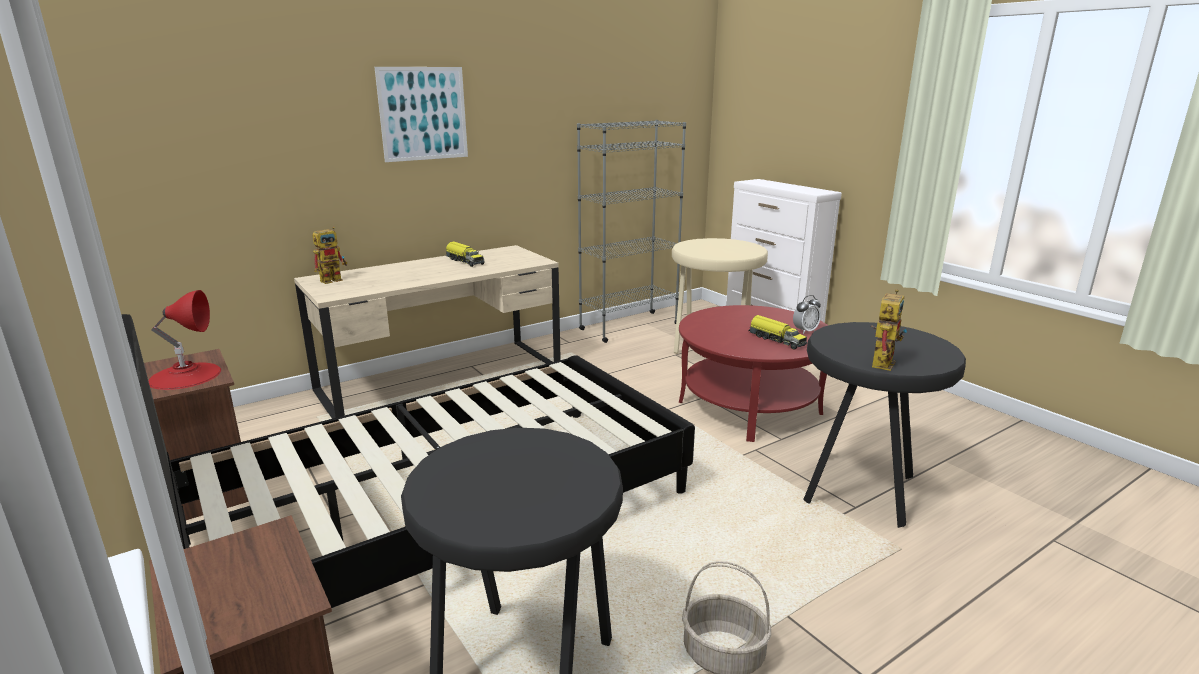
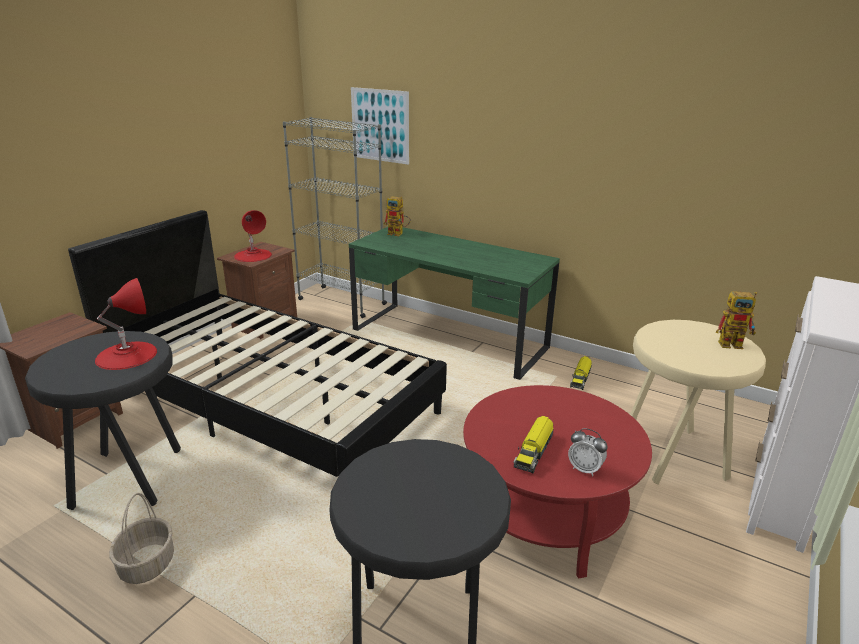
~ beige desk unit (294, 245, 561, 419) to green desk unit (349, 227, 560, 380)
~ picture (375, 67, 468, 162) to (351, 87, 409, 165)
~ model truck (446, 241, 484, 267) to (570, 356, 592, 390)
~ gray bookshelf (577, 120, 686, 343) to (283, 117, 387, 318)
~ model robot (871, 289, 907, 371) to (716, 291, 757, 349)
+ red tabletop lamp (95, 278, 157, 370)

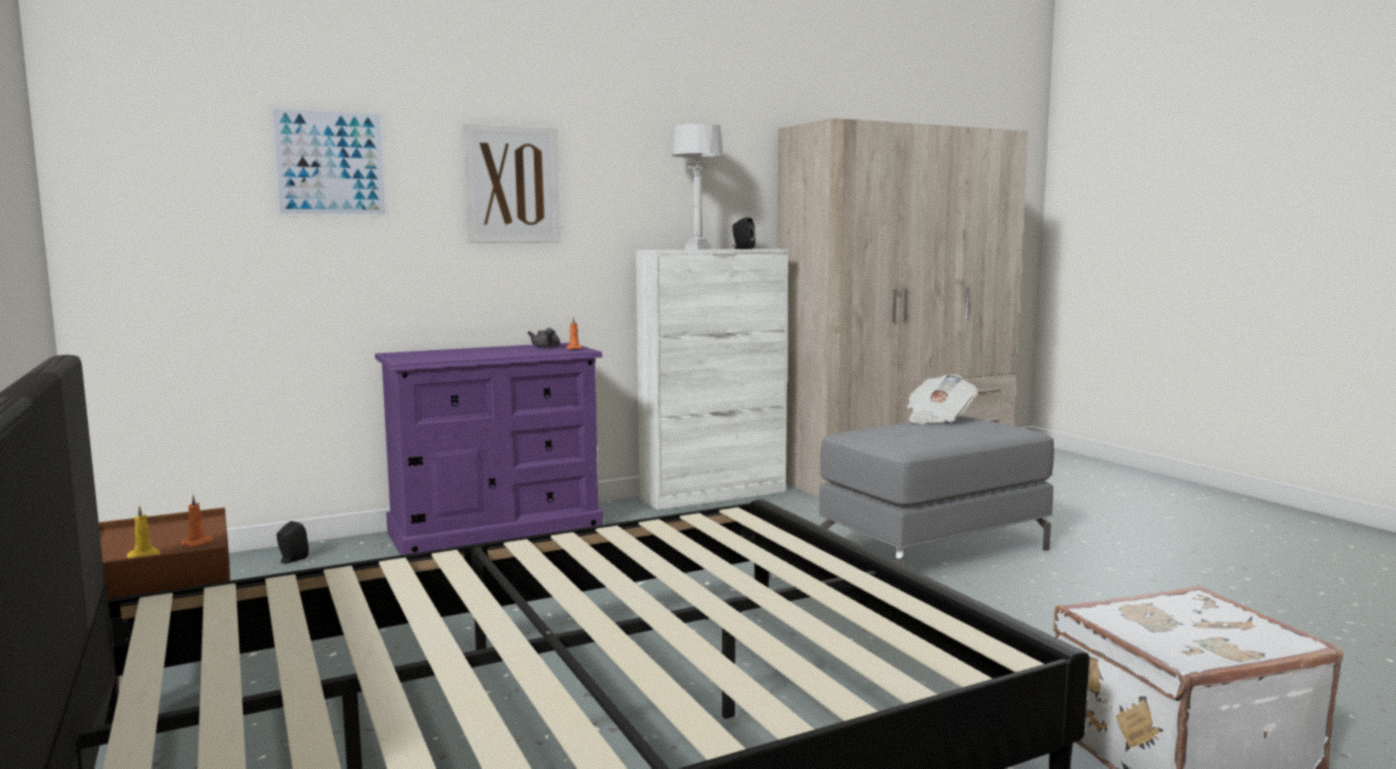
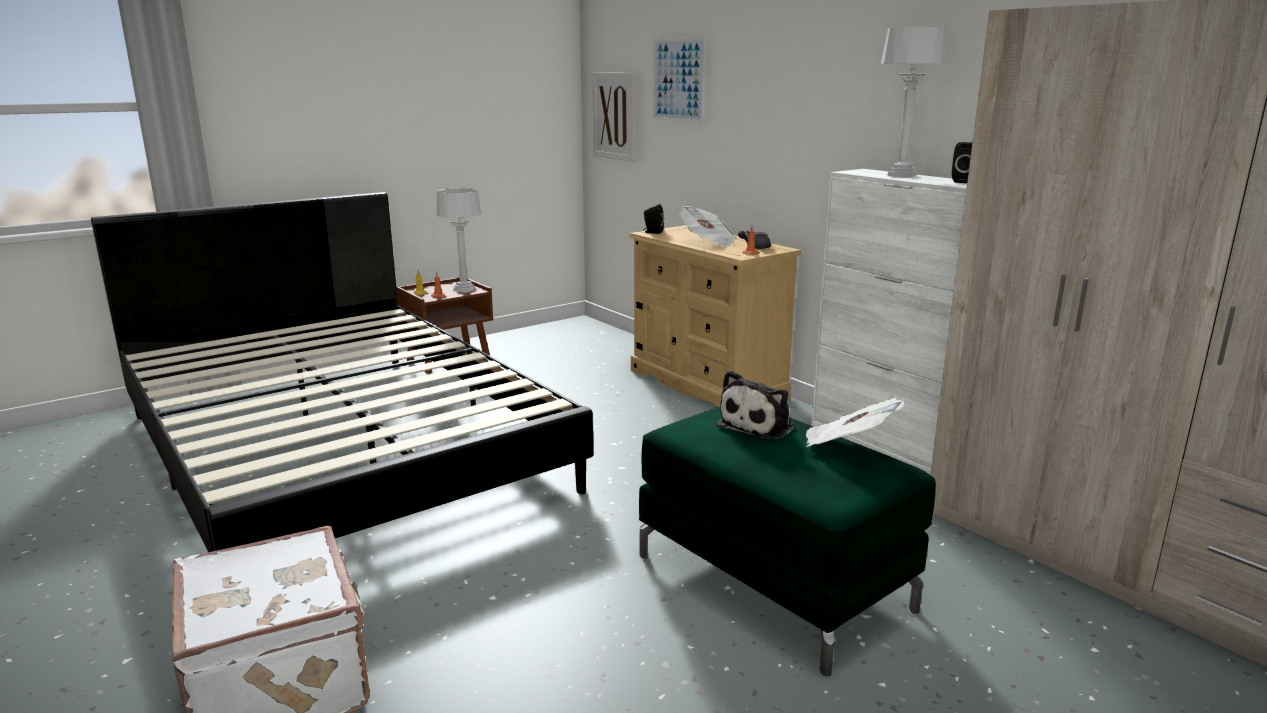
~ black speaker (276, 521, 309, 564) to (644, 204, 664, 234)
~ purple-coloured drawer chest (375, 343, 603, 555) to beige drawer chest (629, 225, 801, 407)
~ picture (463, 123, 561, 243) to (592, 73, 635, 162)
~ gray ottoman (819, 416, 1054, 566) to green ottoman (639, 407, 936, 676)
+ gray tabletop lamp (437, 188, 481, 293)
+ daily paper (679, 206, 737, 248)
+ cuddly toy (717, 370, 795, 440)

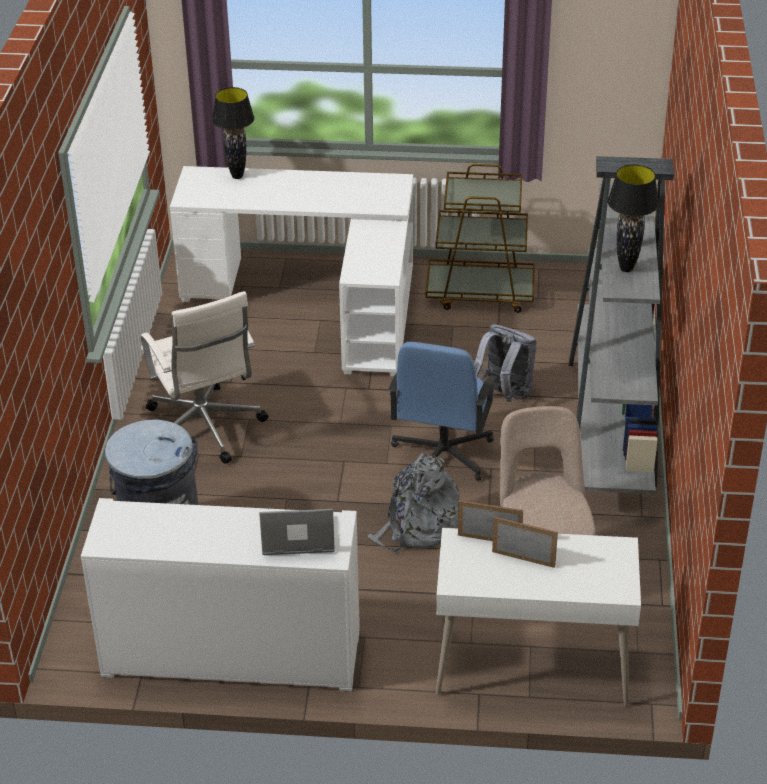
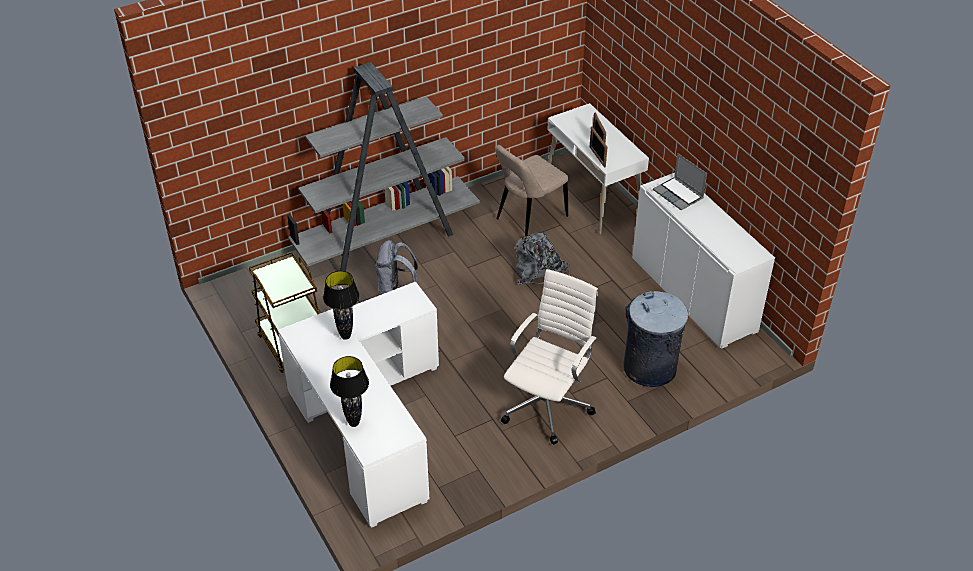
- blue-coloured computer chair (389, 342, 497, 481)
~ black tabletop lamp (608, 164, 659, 272) to (323, 271, 360, 340)

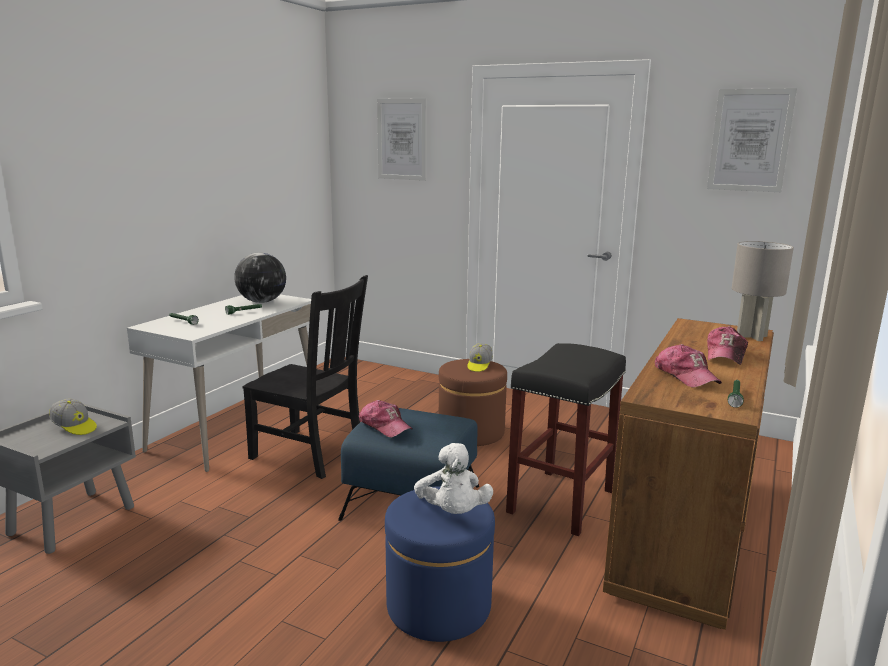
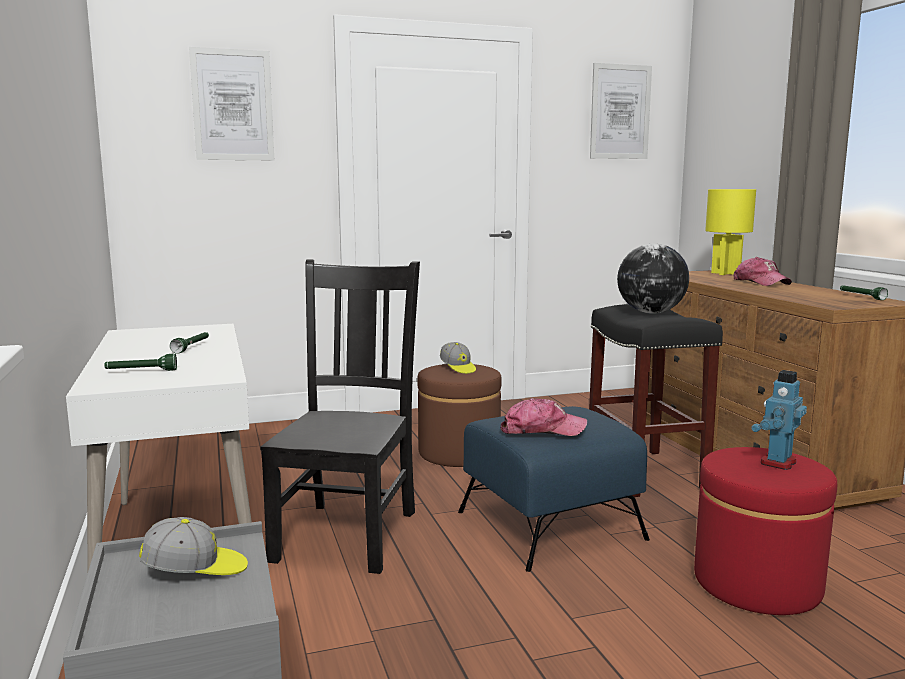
~ desk globe (234, 252, 286, 303) to (617, 244, 689, 314)
~ black upright chair (242, 275, 368, 479) = (260, 259, 420, 574) 60 degrees counterclockwise
~ blue-coloured ottoman (385, 487, 495, 642) to red ottoman (694, 447, 837, 615)
~ white cuddly toy (414, 443, 493, 514) to model robot (751, 370, 807, 470)
- baseball cap (655, 344, 722, 388)
~ gray tabletop lamp (731, 241, 794, 341) to yellow tabletop lamp (705, 189, 756, 275)

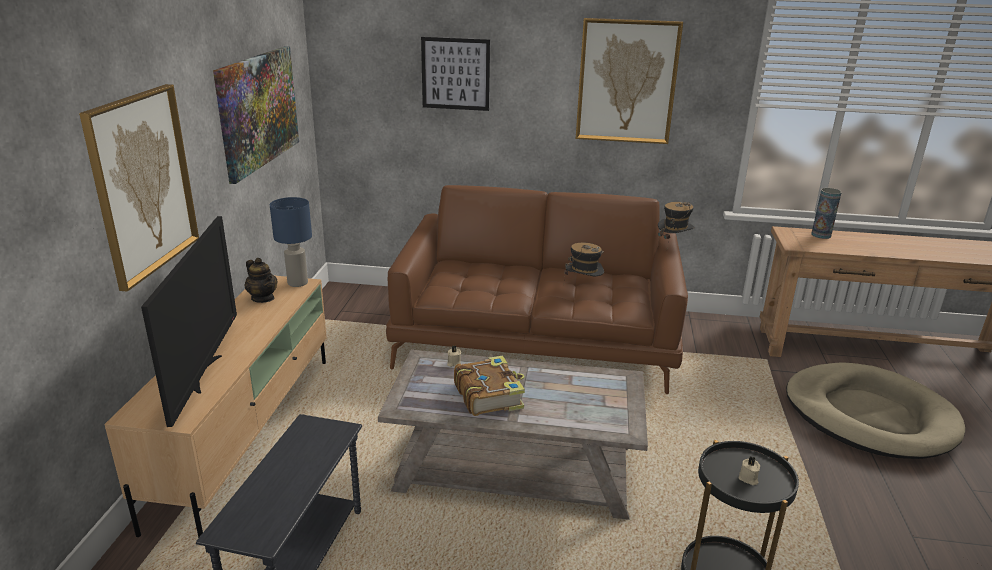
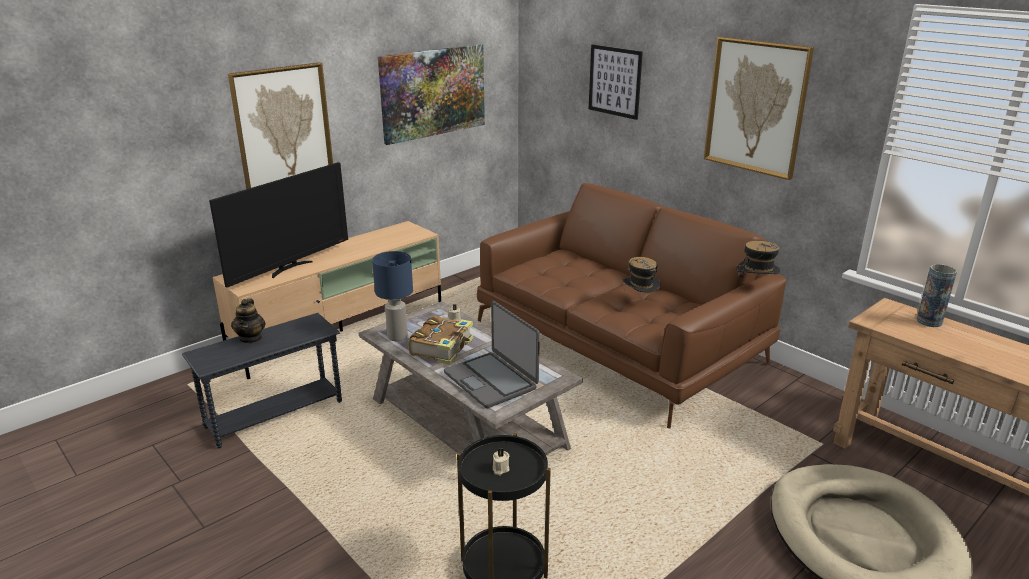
~ pot for tea (244, 258, 277, 303) to (231, 298, 265, 343)
~ blue-coloured tabletop lamp (270, 197, 312, 287) to (372, 251, 413, 341)
+ laptop (444, 301, 540, 408)

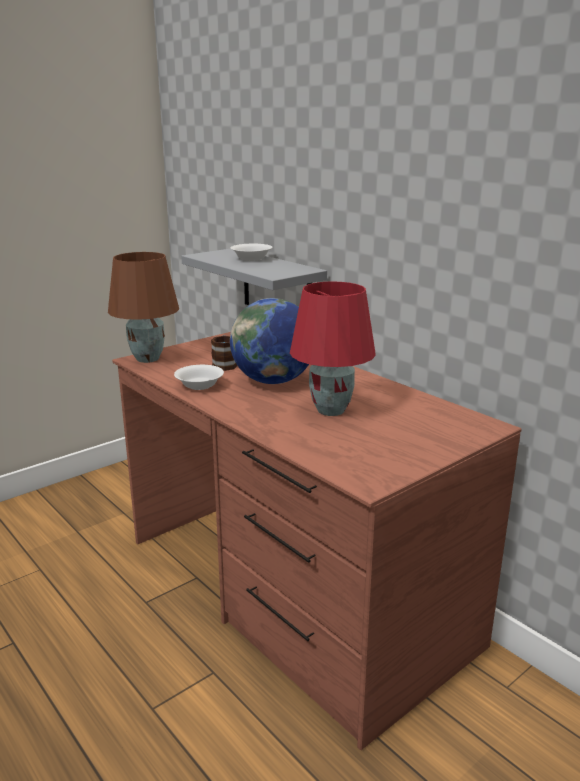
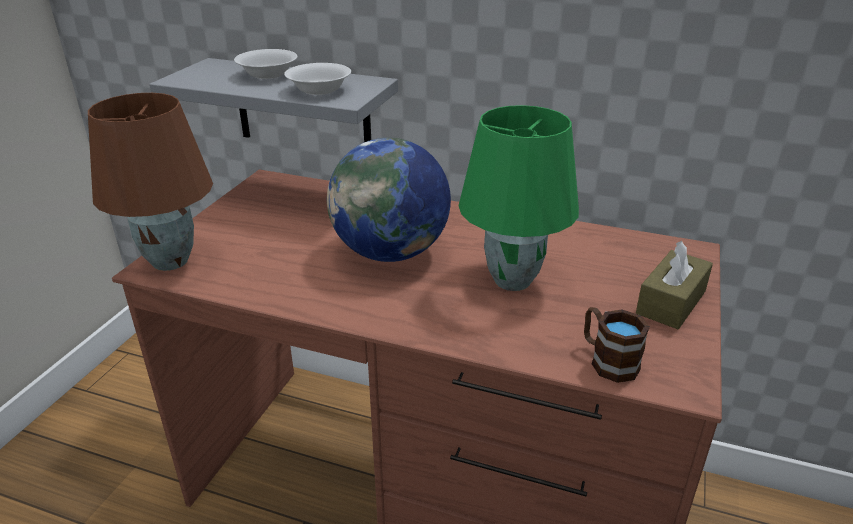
~ white bowl (174, 365, 224, 390) to (284, 63, 351, 95)
~ brown-coloured tea mug (211, 335, 237, 371) to (584, 307, 650, 383)
~ red tabletop lamp (290, 281, 376, 416) to green tabletop lamp (459, 105, 579, 291)
+ brown-coloured tissue holder (636, 241, 713, 329)

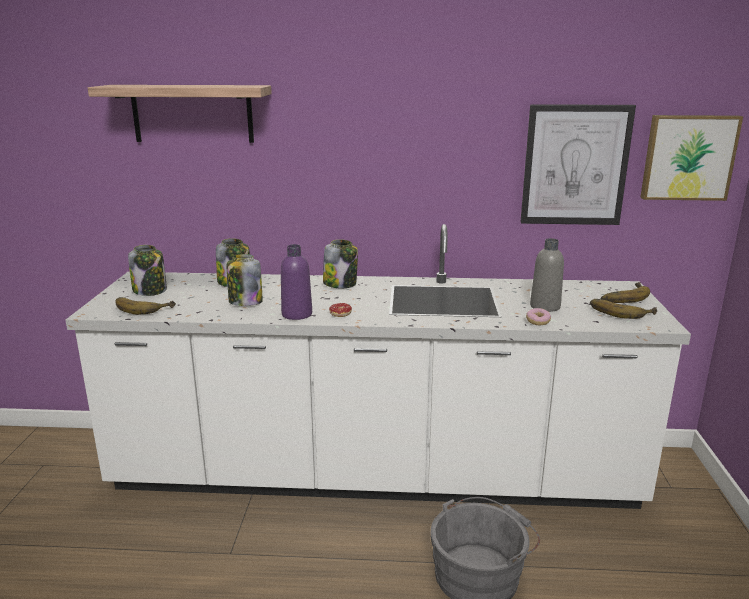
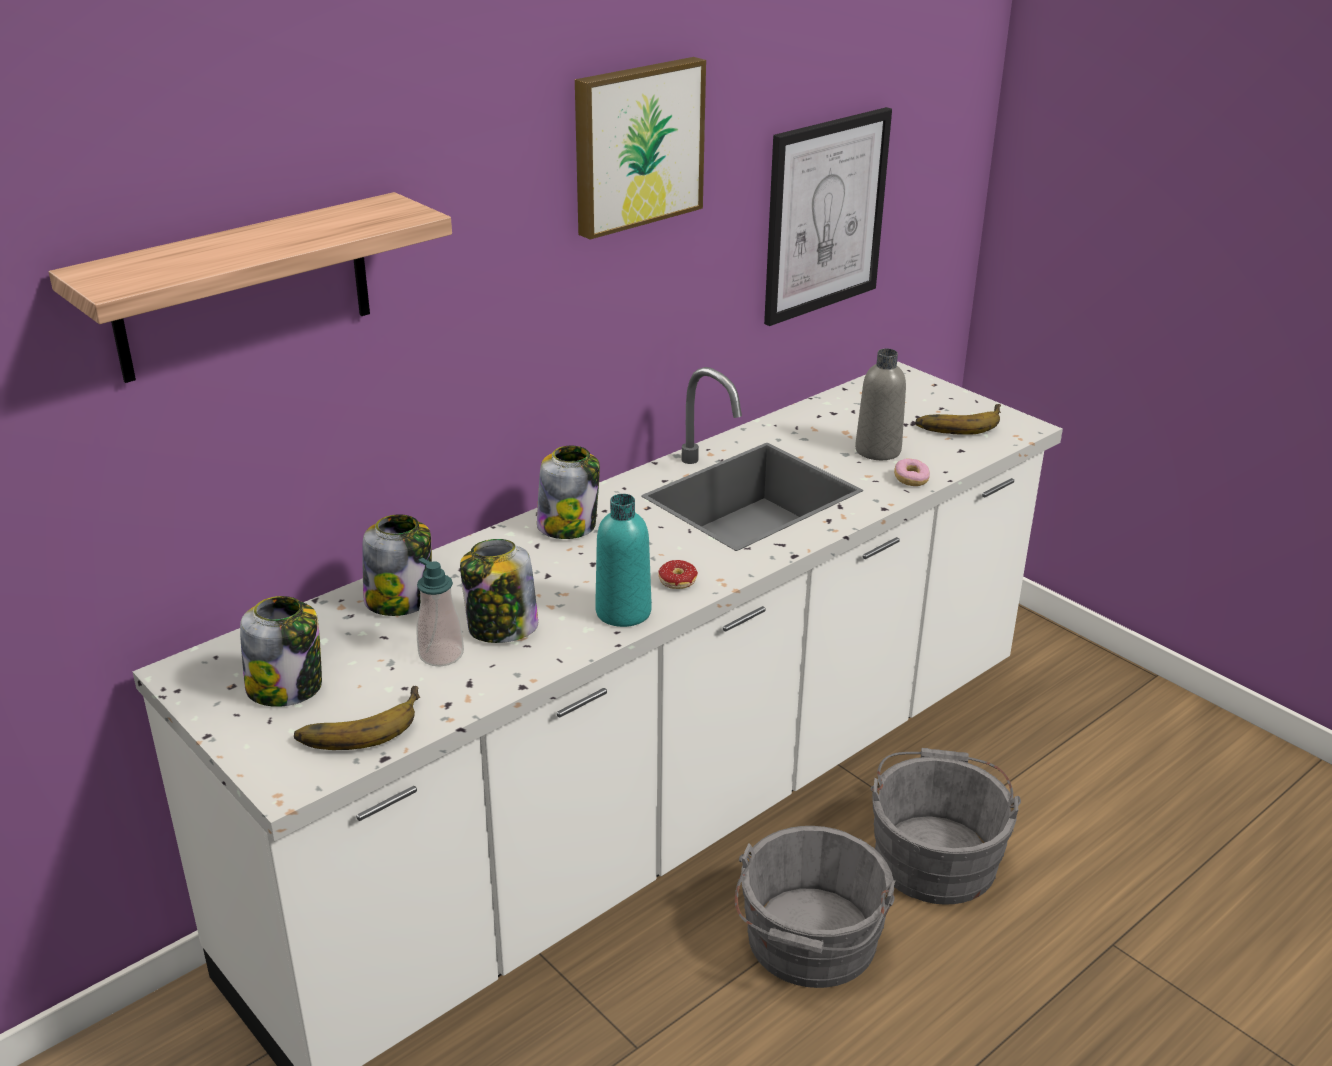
~ purple-coloured drink bottle (281, 244, 312, 320) to turquoise-coloured drink bottle (595, 494, 652, 627)
- banana fruit (601, 282, 650, 303)
~ picture (640, 115, 743, 201) to (575, 57, 706, 240)
+ soap bottle (416, 558, 464, 666)
+ gray pail (735, 826, 896, 988)

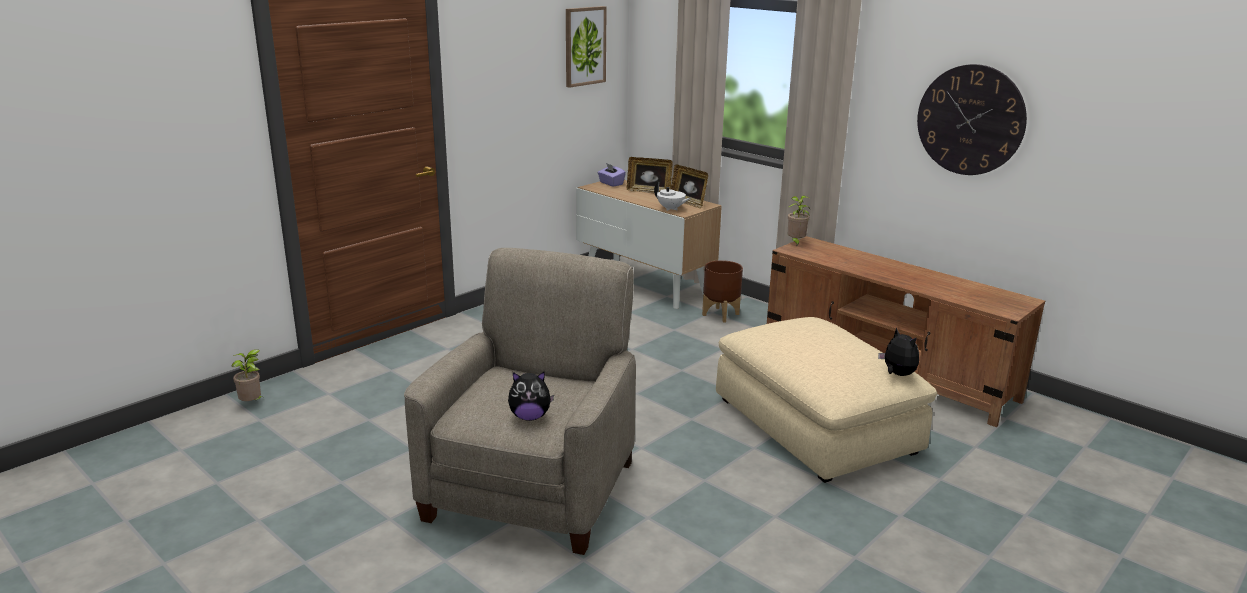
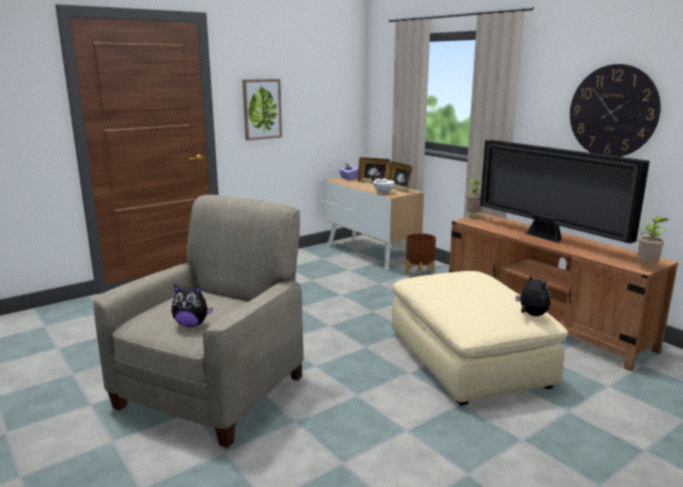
~ plant in a pot (231, 349, 262, 401) to (637, 216, 669, 264)
~ picture (566, 6, 607, 88) to (242, 79, 282, 140)
+ TV (480, 140, 650, 244)

